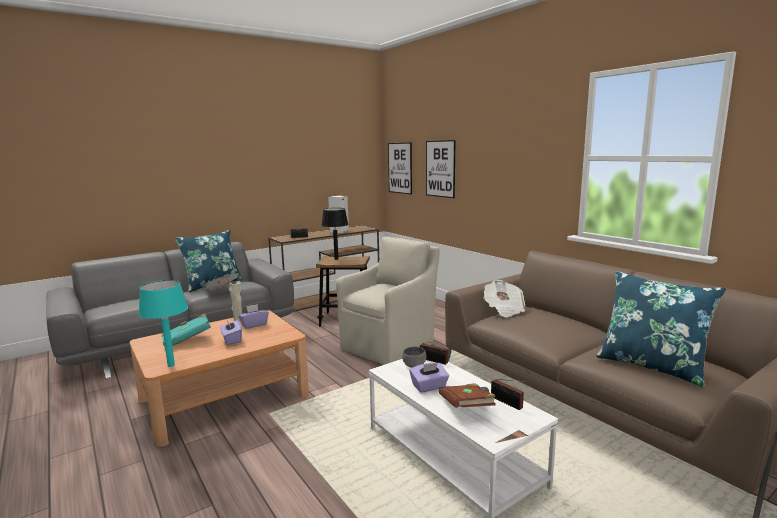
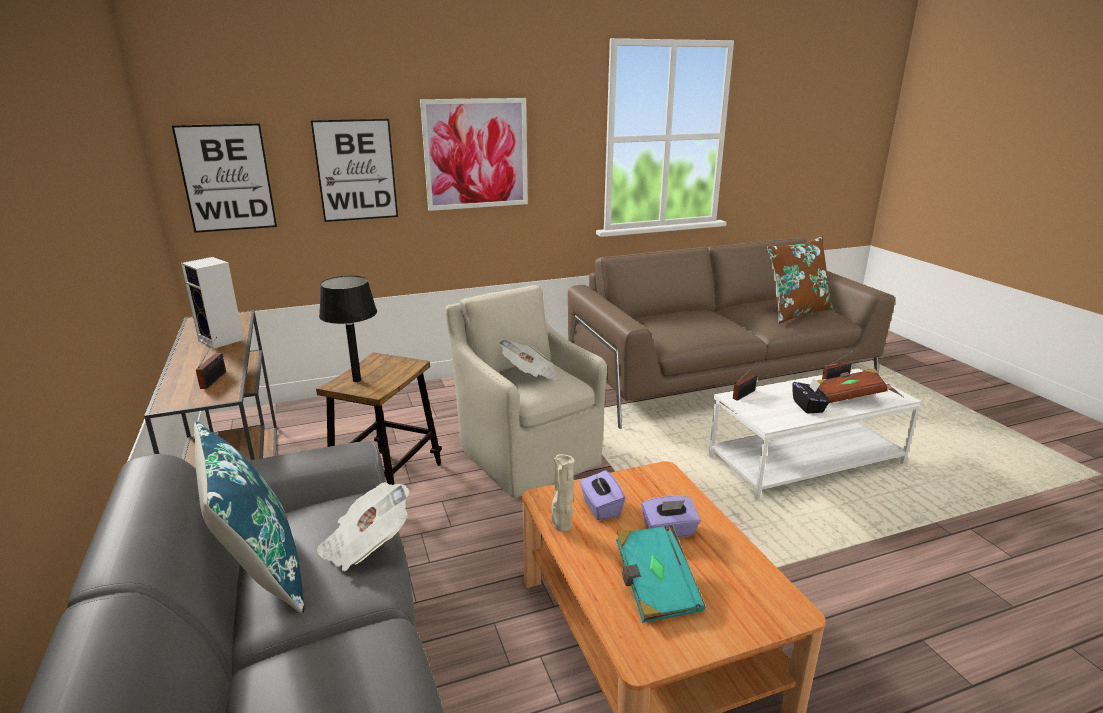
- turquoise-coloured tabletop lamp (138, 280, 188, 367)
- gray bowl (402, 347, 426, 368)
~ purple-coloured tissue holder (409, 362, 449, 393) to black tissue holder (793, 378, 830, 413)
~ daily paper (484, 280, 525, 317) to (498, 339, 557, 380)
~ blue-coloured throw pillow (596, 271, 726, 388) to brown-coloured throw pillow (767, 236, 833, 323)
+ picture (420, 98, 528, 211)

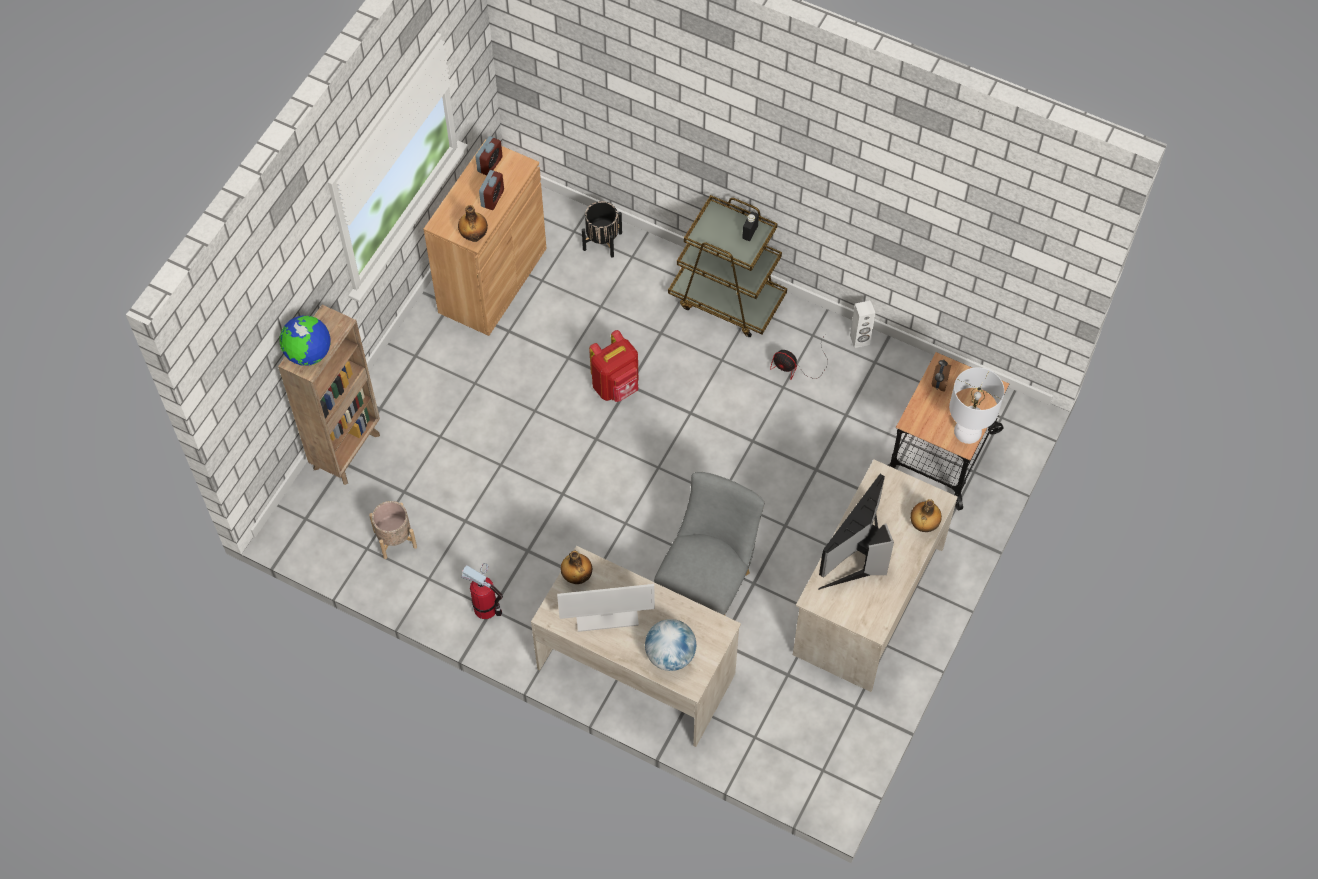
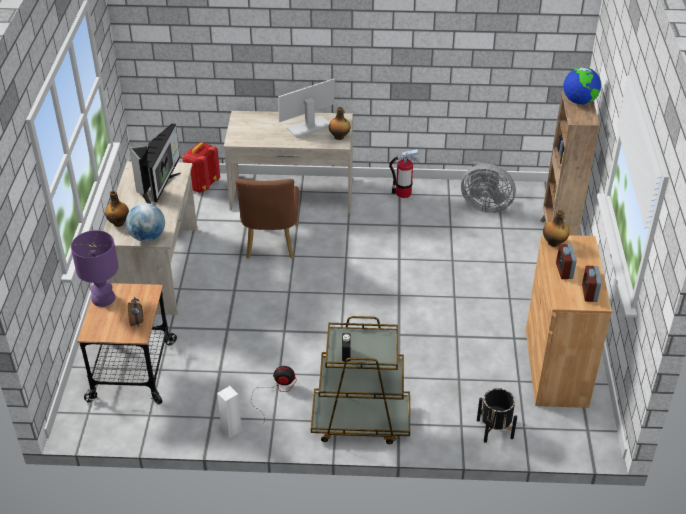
~ beige planter (369, 501, 417, 559) to gray cooling fan (461, 161, 516, 213)
~ red rucksack (589, 330, 638, 402) to (182, 142, 220, 193)
~ desk globe (645, 619, 696, 671) to (126, 203, 165, 242)
~ gray upright chair (654, 472, 764, 616) to brown-coloured upright chair (235, 179, 299, 259)
~ white tabletop lamp (949, 367, 1004, 444) to purple-coloured tabletop lamp (71, 230, 119, 307)

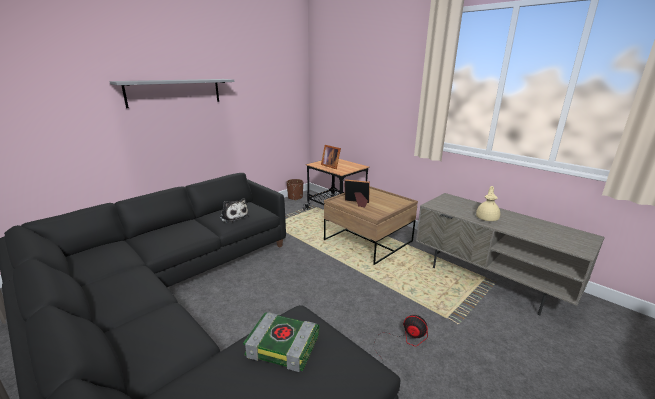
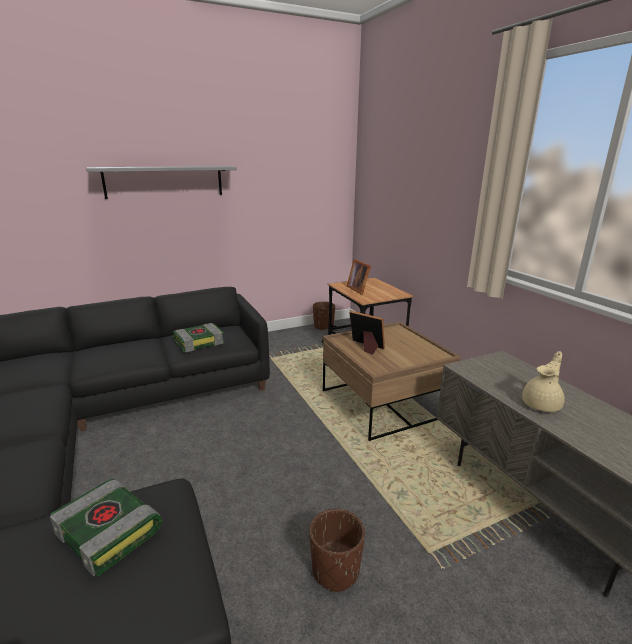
~ cuddly toy (219, 198, 249, 223) to book (172, 323, 225, 352)
~ cooling fan (373, 315, 428, 365) to brown-coloured planter (309, 509, 365, 592)

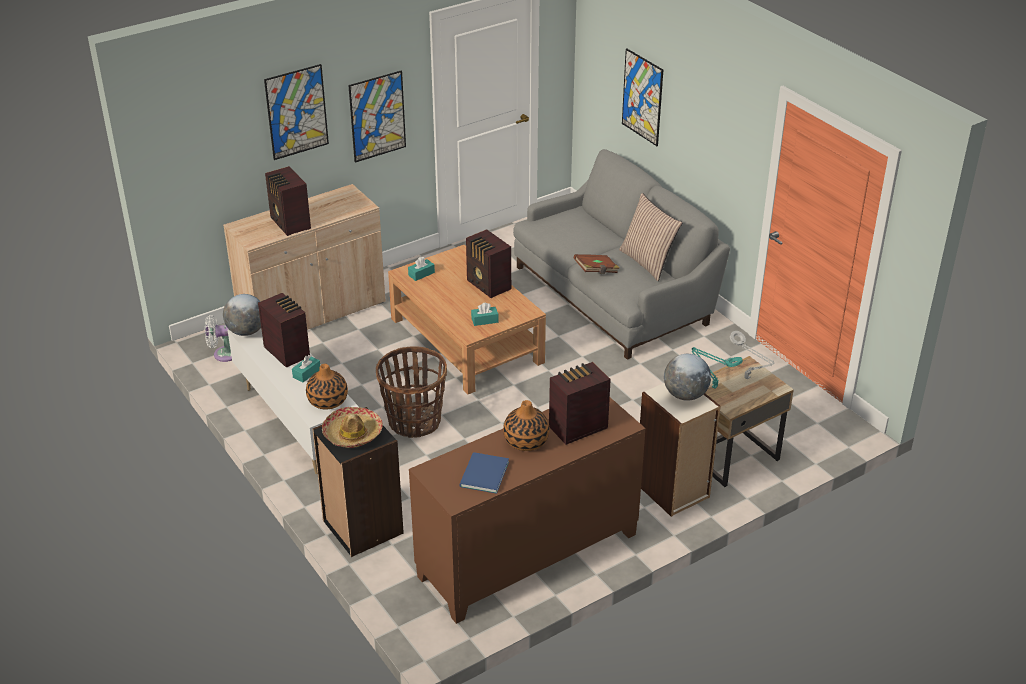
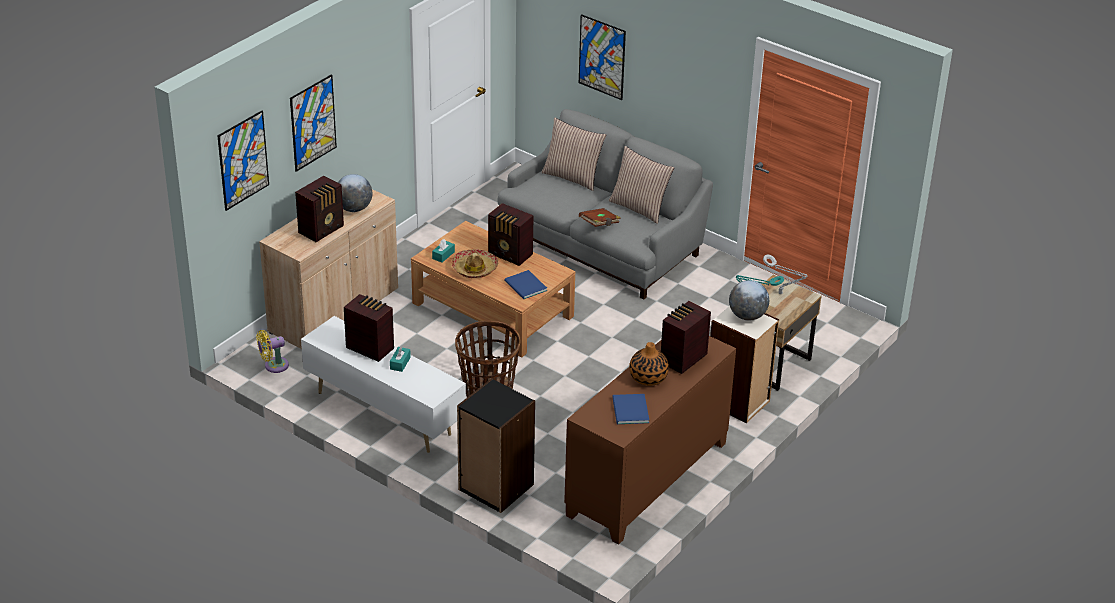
~ white cooling fan (205, 315, 232, 362) to yellow cooling fan (256, 330, 289, 373)
~ desk globe (223, 294, 261, 336) to (338, 174, 372, 212)
~ radio (265, 166, 311, 236) = (295, 176, 344, 242) 90 degrees counterclockwise
- decorative vase (306, 364, 348, 409)
~ wearable hat (322, 407, 383, 448) to (452, 249, 499, 278)
~ picture (348, 71, 406, 163) to (217, 111, 269, 211)
~ turquoise-coloured tissue holder (471, 302, 498, 326) to blue-coloured book (505, 270, 547, 299)
+ throw pillow (542, 117, 606, 191)

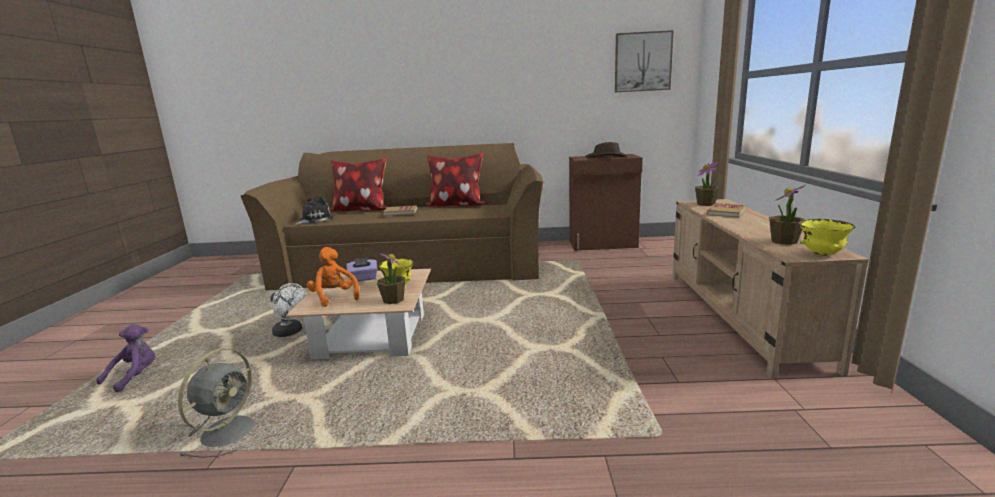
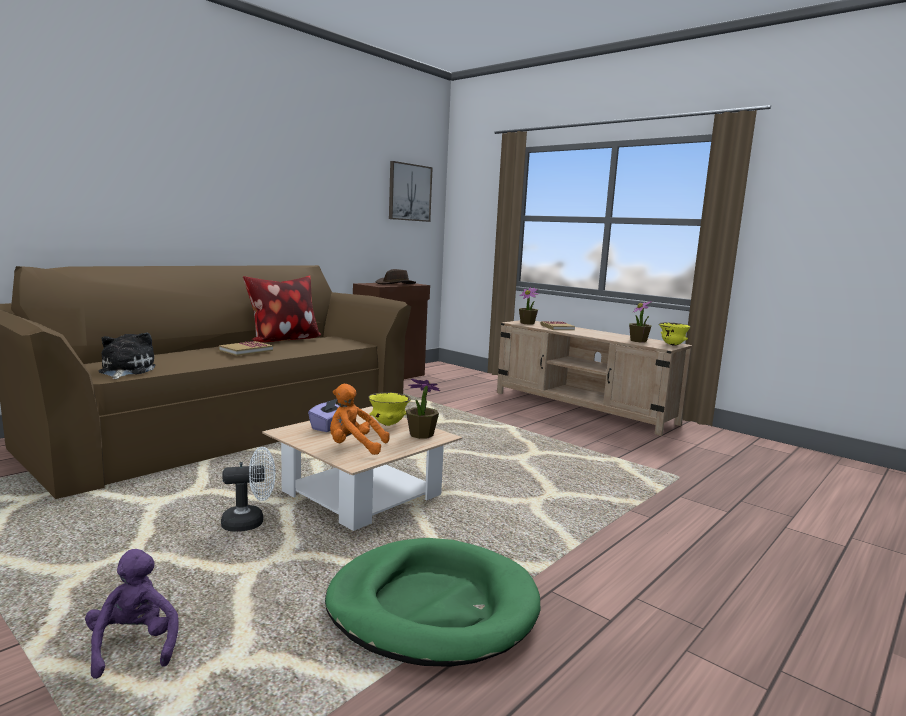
~ gray cooling fan (178, 348, 254, 458) to green dog bed (325, 538, 541, 667)
- throw pillow (330, 158, 387, 212)

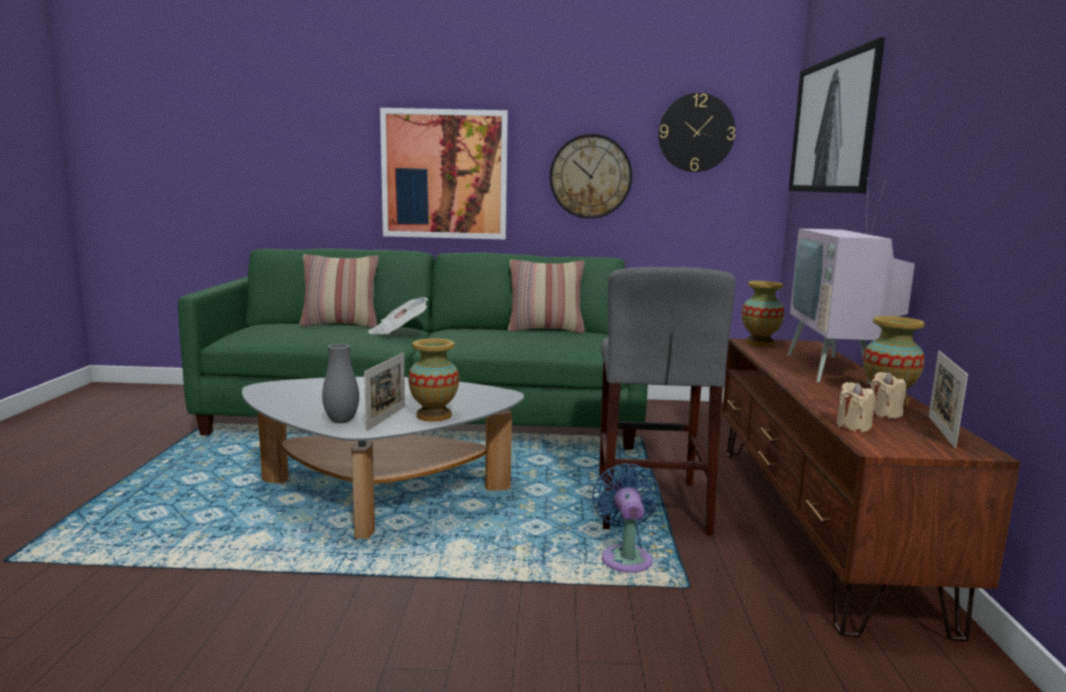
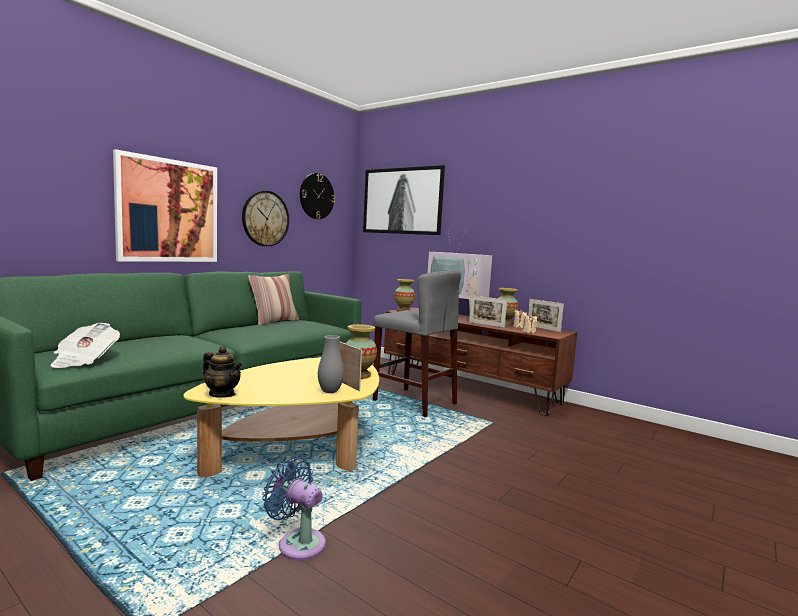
~ gray coffee table (242, 377, 524, 539) to yellow coffee table (184, 357, 379, 478)
- throw pillow (300, 254, 379, 328)
~ daily paper (368, 297, 428, 335) to (51, 323, 120, 368)
~ blue-coloured cooling fan (592, 463, 660, 573) to (262, 457, 326, 561)
+ pot for tea (203, 346, 242, 398)
+ standing frame (469, 295, 507, 328)

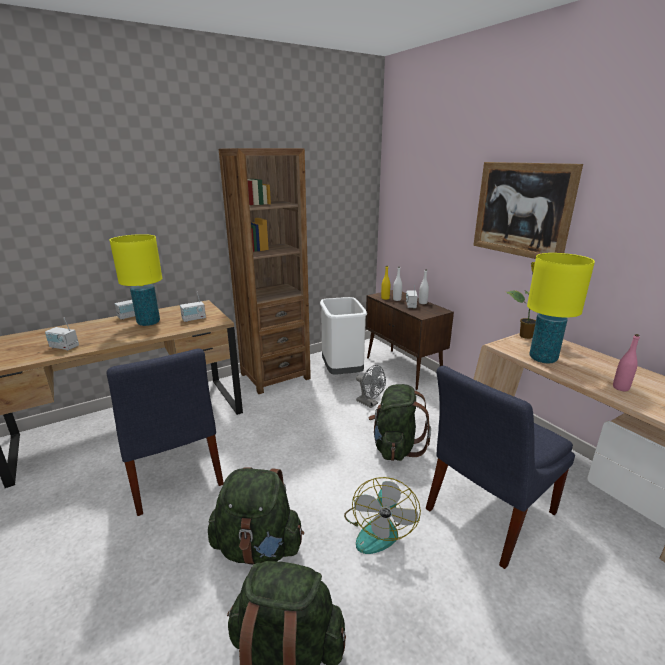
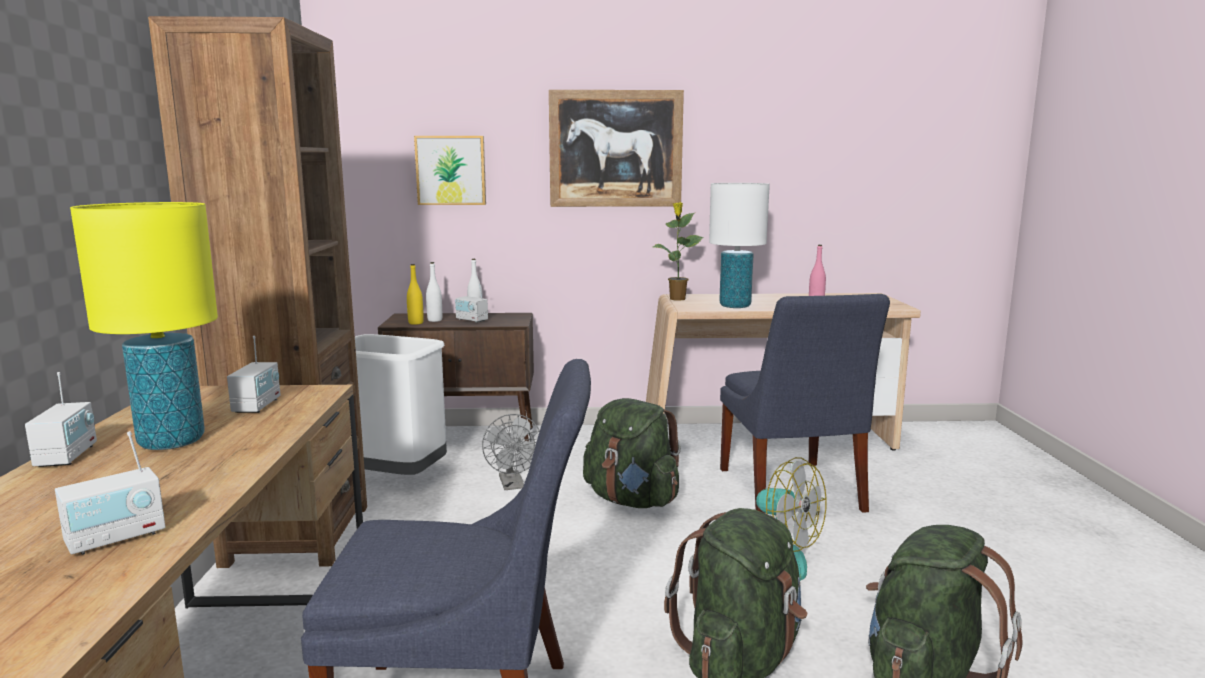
~ gray cooling fan (356, 365, 386, 408) = (482, 414, 540, 490) 90 degrees clockwise
~ yellow tabletop lamp (527, 253, 595, 364) to white tabletop lamp (709, 183, 770, 308)
+ picture (414, 136, 486, 205)

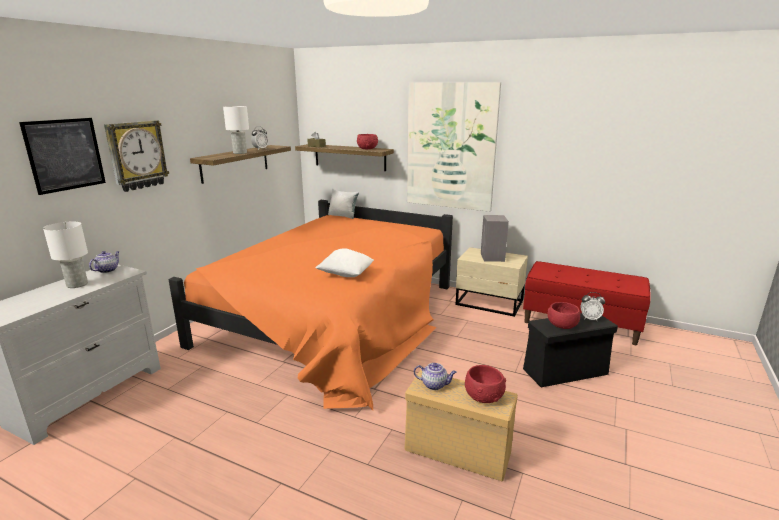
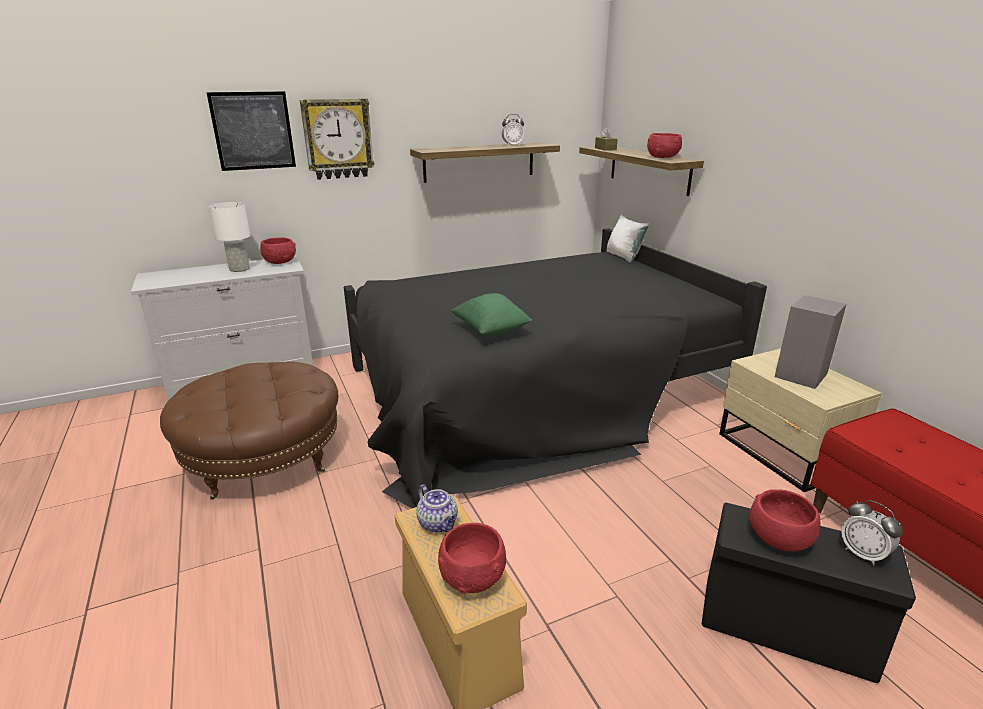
~ pot for tea (89, 251, 120, 273) to red bowl (260, 237, 296, 264)
~ orange bedroom bed (168, 200, 453, 410) to black bedroom bed (344, 228, 767, 508)
- white tabletop lamp (223, 106, 249, 154)
~ white throw pillow (316, 248, 374, 277) to green throw pillow (450, 293, 532, 337)
- picture (407, 82, 501, 212)
+ brown-coloured ottoman (160, 361, 338, 500)

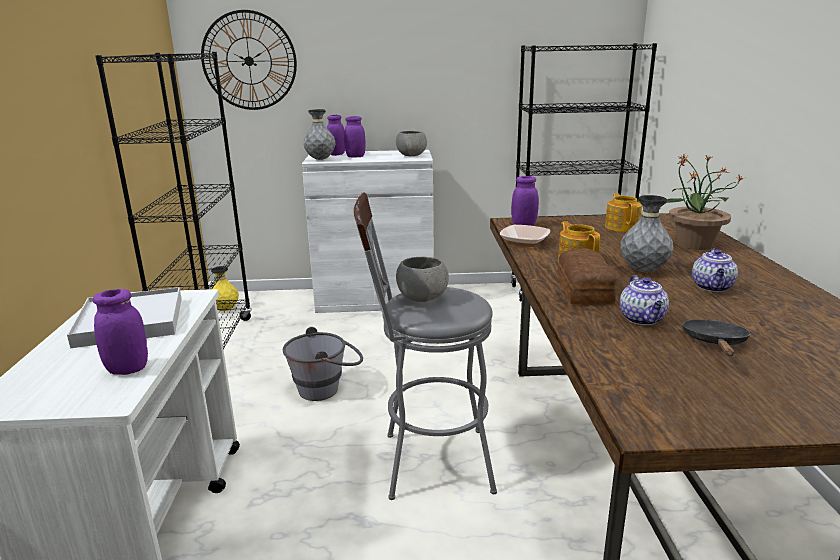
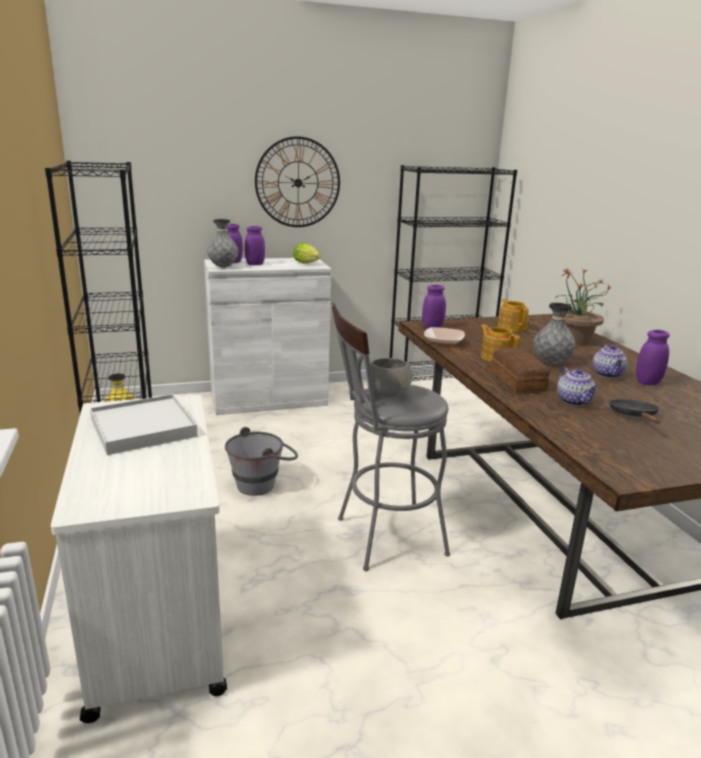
~ purple-coloured storage jar (93, 289, 148, 375) to (636, 330, 670, 385)
~ clock on the wall (201, 10, 297, 110) to (255, 136, 340, 227)
~ gray bowl (396, 131, 427, 156) to lettuce (293, 243, 321, 264)

